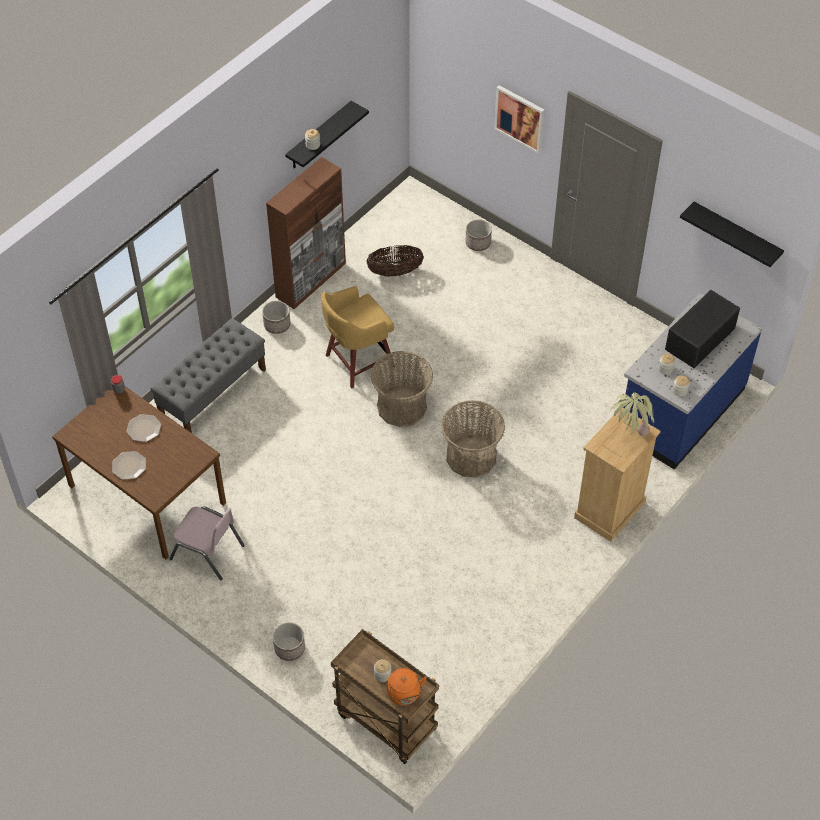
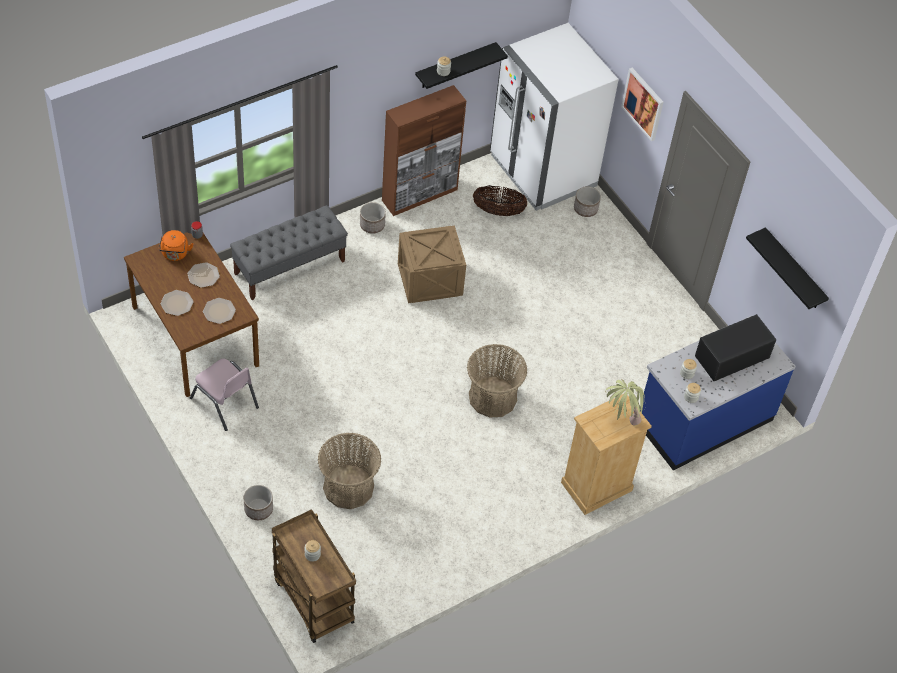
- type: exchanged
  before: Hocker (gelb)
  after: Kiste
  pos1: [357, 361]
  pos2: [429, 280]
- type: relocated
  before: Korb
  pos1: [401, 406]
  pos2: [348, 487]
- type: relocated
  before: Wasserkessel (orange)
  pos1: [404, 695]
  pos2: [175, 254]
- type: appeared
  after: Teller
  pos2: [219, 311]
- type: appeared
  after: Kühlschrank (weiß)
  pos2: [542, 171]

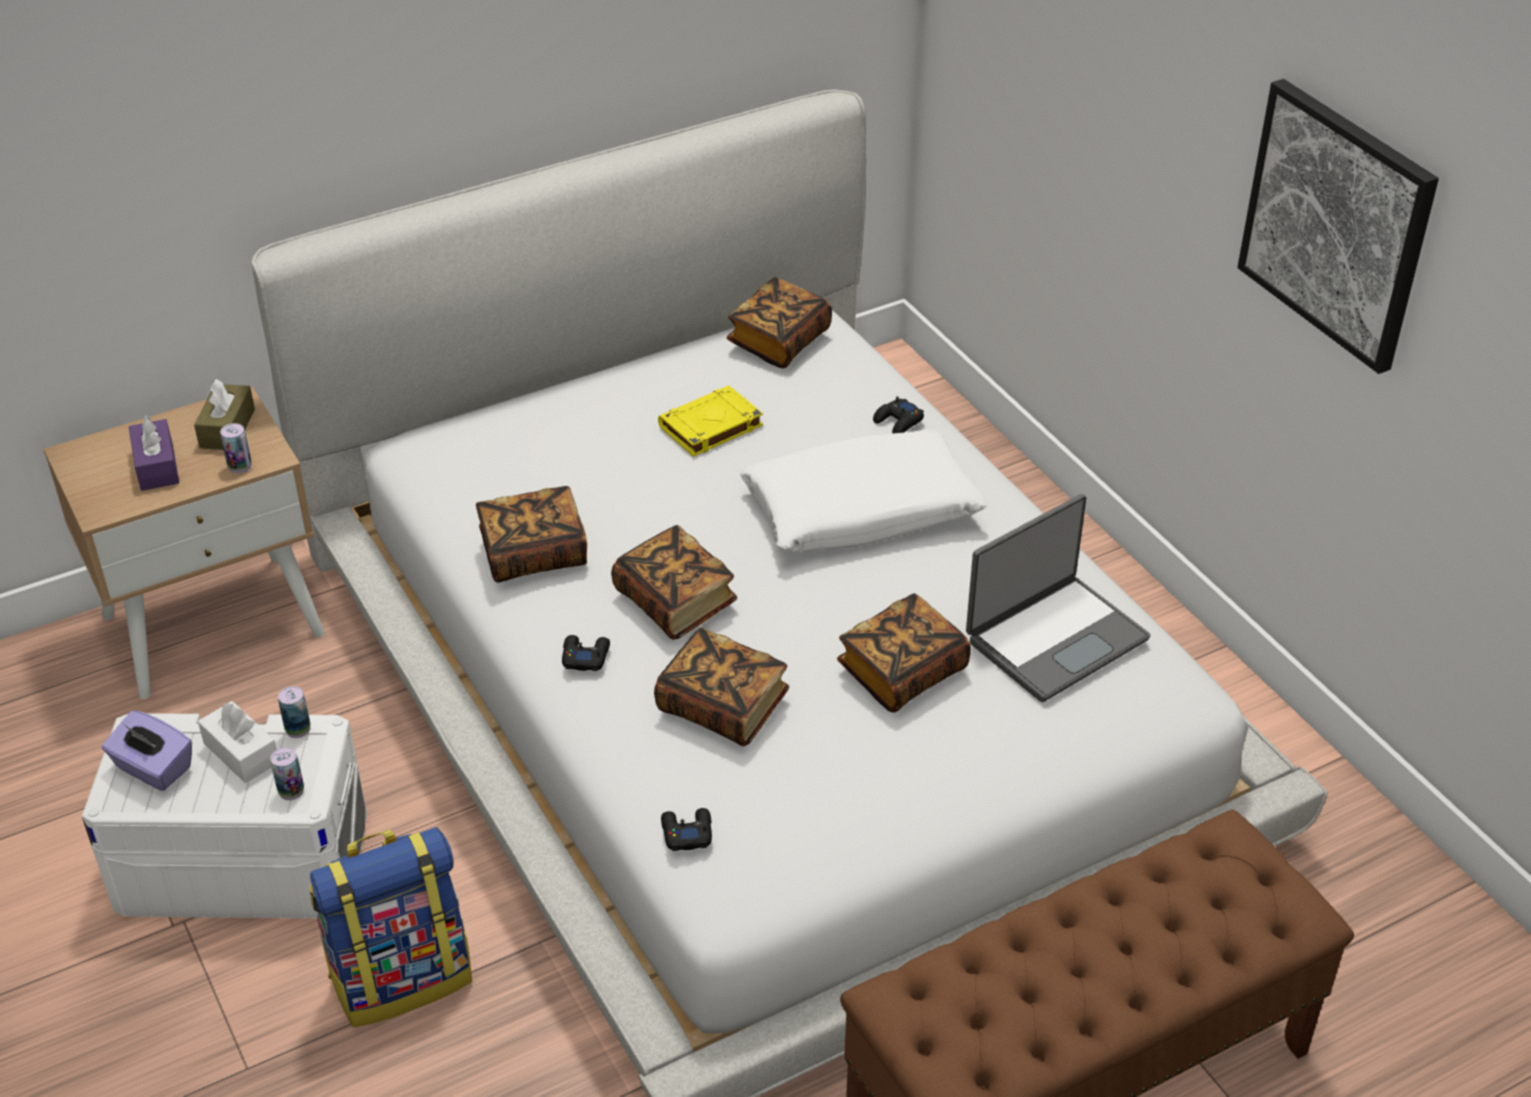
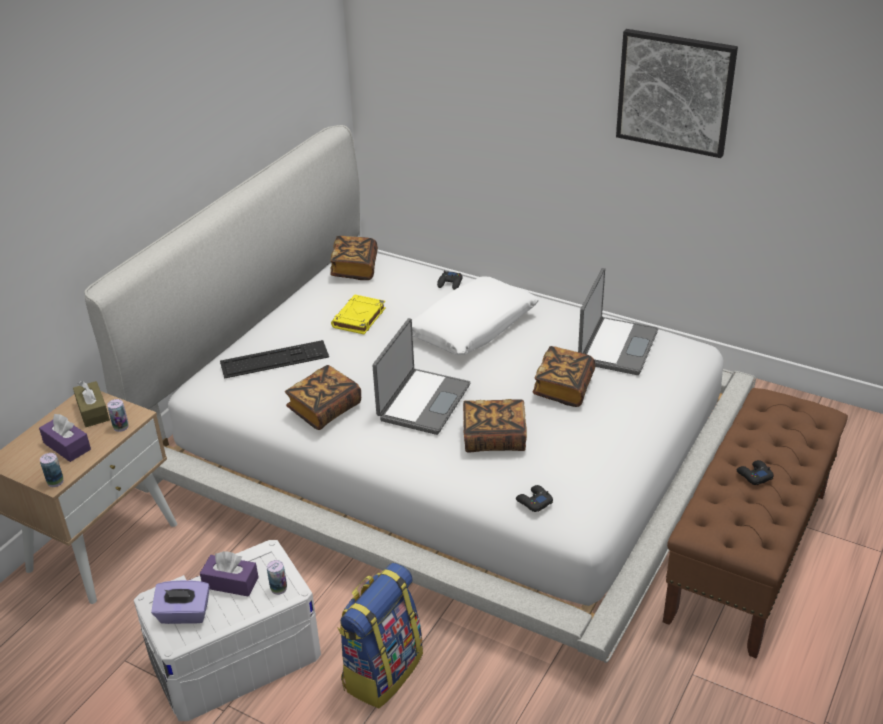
- type: colour
  before: Taschentuchbox (weiß)
  after: Taschentuchbox (lila)
  pos1: [241, 753]
  pos2: [230, 583]
- type: relocated
  before: Dose
  pos1: [298, 729]
  pos2: [55, 482]
- type: relocated
  before: Gamepad (schwarz)
  pos1: [585, 657]
  pos2: [754, 475]
- type: exchanged
  before: Buch
  after: Laptop
  pos1: [675, 602]
  pos2: [422, 402]
- type: appeared
  after: Tastatur
  pos2: [274, 359]

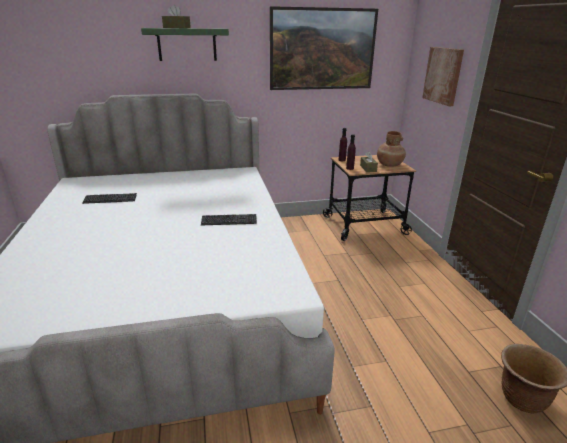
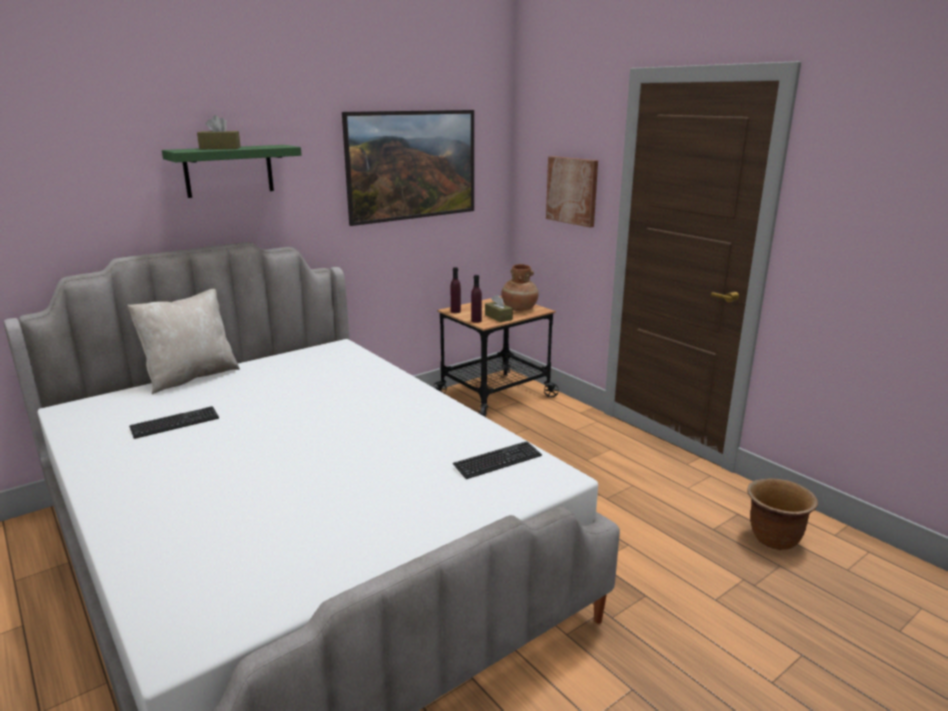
- type: relocated
  before: Tastatur
  pos1: [229, 221]
  pos2: [498, 461]
- type: appeared
  after: Kissen (beige)
  pos2: [191, 377]

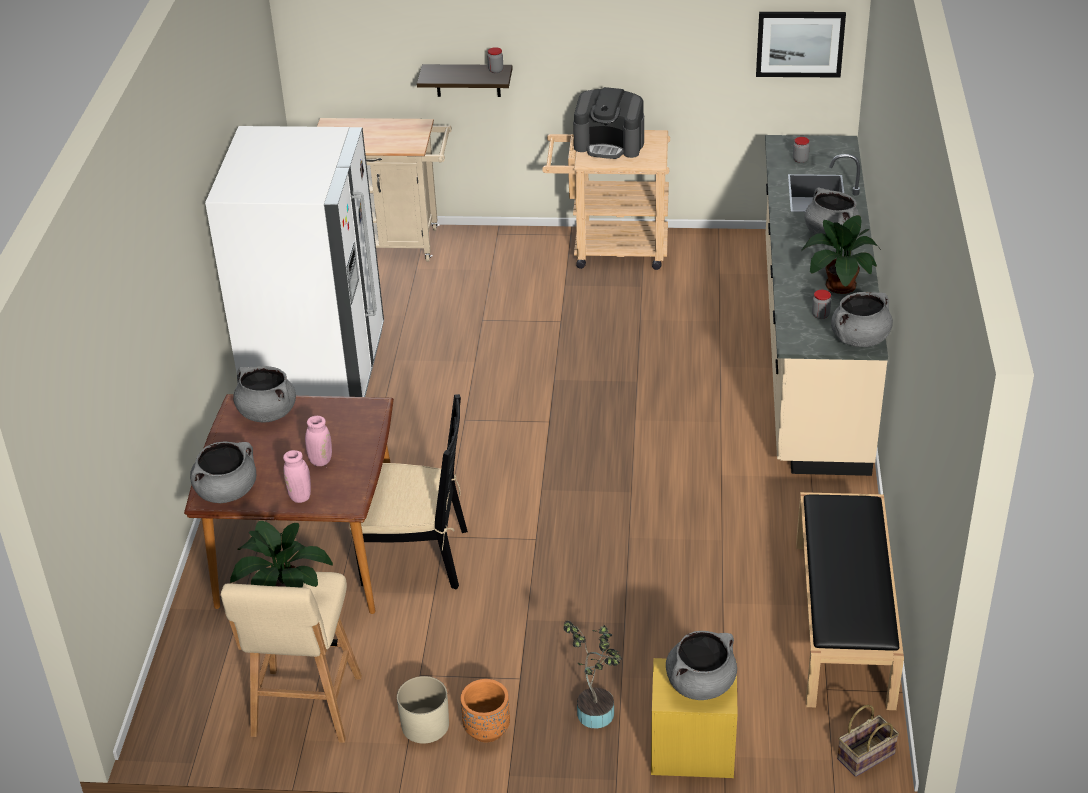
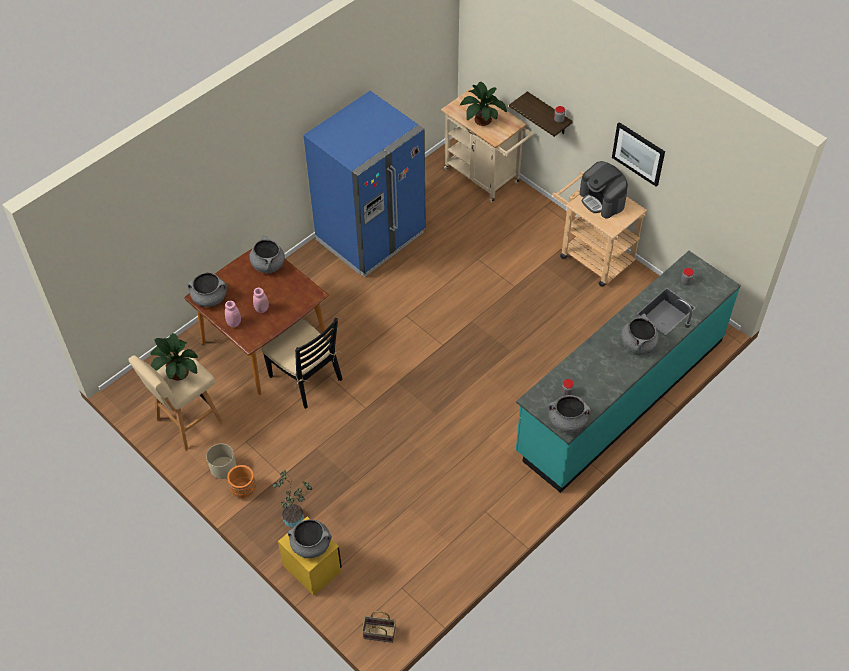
- type: colour
  before: Kühlschrank (weiß)
  after: Kühlschrank (blau)
  pos1: [316, 369]
  pos2: [371, 236]
- type: relocated
  before: Bild
  pos1: [800, 43]
  pos2: [638, 153]
- type: colour
  before: Küchenzeile (beige)
  after: Küchenzeile (türkis)
  pos1: [811, 351]
  pos2: [620, 395]
- type: missing
  before: Bank (schwarz)
  pos1: [844, 623]
- type: relocated
  before: Topfpflanze
  pos1: [838, 285]
  pos2: [481, 119]

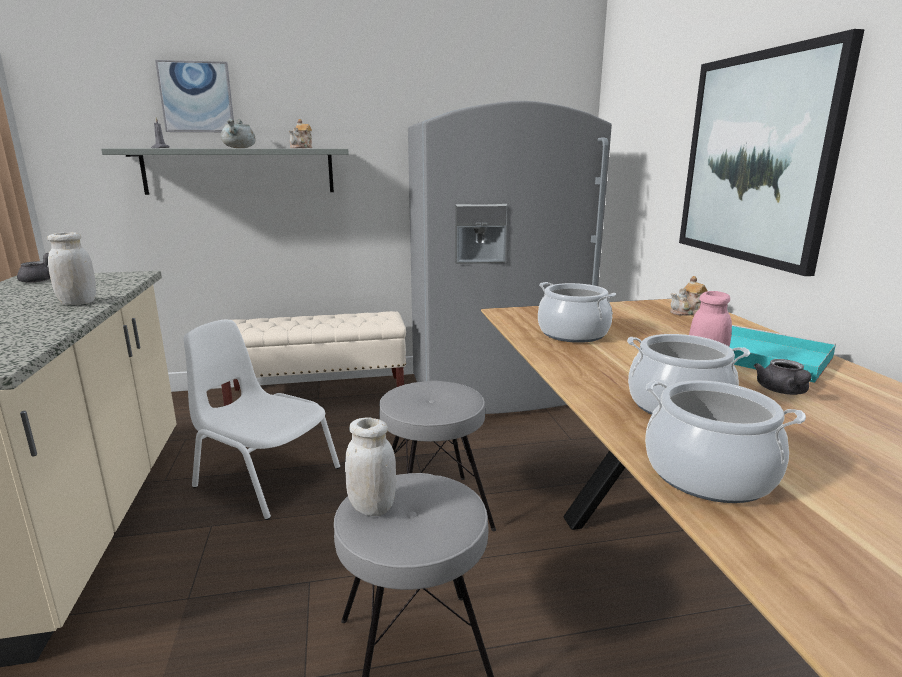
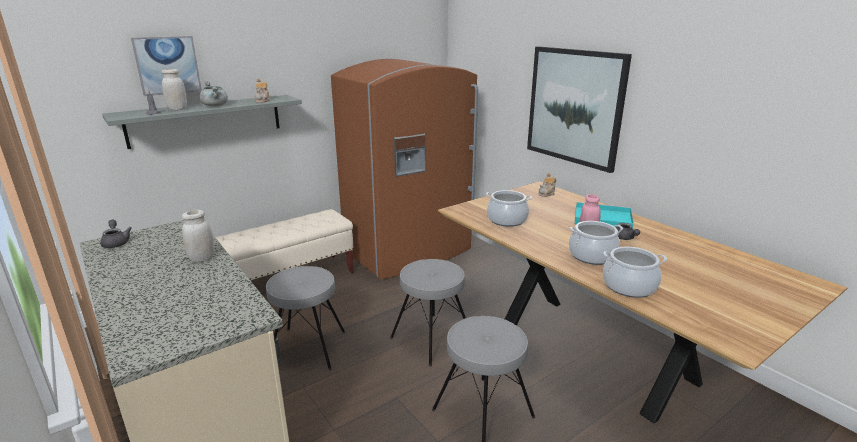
- type: exchanged
  before: Stuhl (weiß)
  after: Hocker (grau)
  pos1: [265, 477]
  pos2: [307, 348]
- type: relocated
  before: Vorratsglas (weiß)
  pos1: [372, 507]
  pos2: [177, 109]
- type: colour
  before: Kühlschrank (grau)
  after: Kühlschrank (braun)
  pos1: [497, 390]
  pos2: [409, 252]

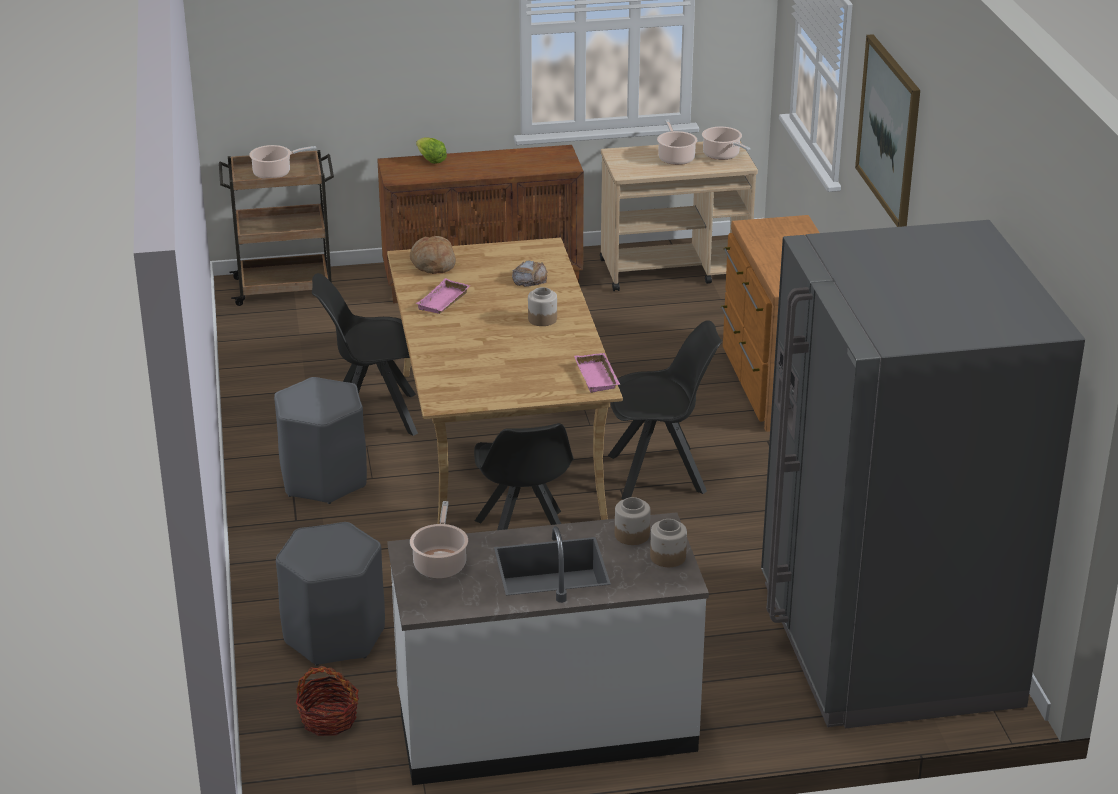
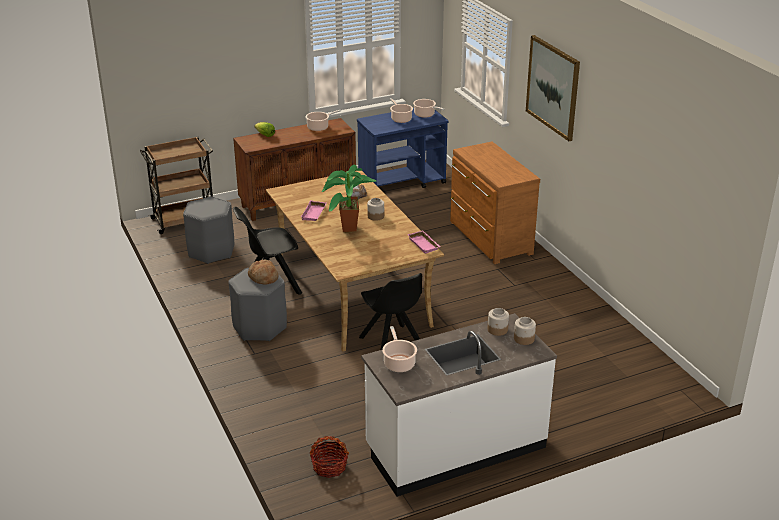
- type: relocated
  before: Kochtopf
  pos1: [274, 173]
  pos2: [319, 127]
- type: relocated
  before: Hocker (grau)
  pos1: [334, 635]
  pos2: [211, 251]
- type: relocated
  before: Brot
  pos1: [433, 264]
  pos2: [263, 277]
- type: colour
  before: Rollwagen (beige)
  after: Rollwagen (blau)
  pos1: [675, 270]
  pos2: [402, 182]
- type: missing
  before: Stuhl (schwarz)
  pos1: [660, 474]
- type: missing
  before: Kühlschrank (grau)
  pos1: [888, 644]
- type: appeared
  after: Topfpflanze
  pos2: [347, 230]

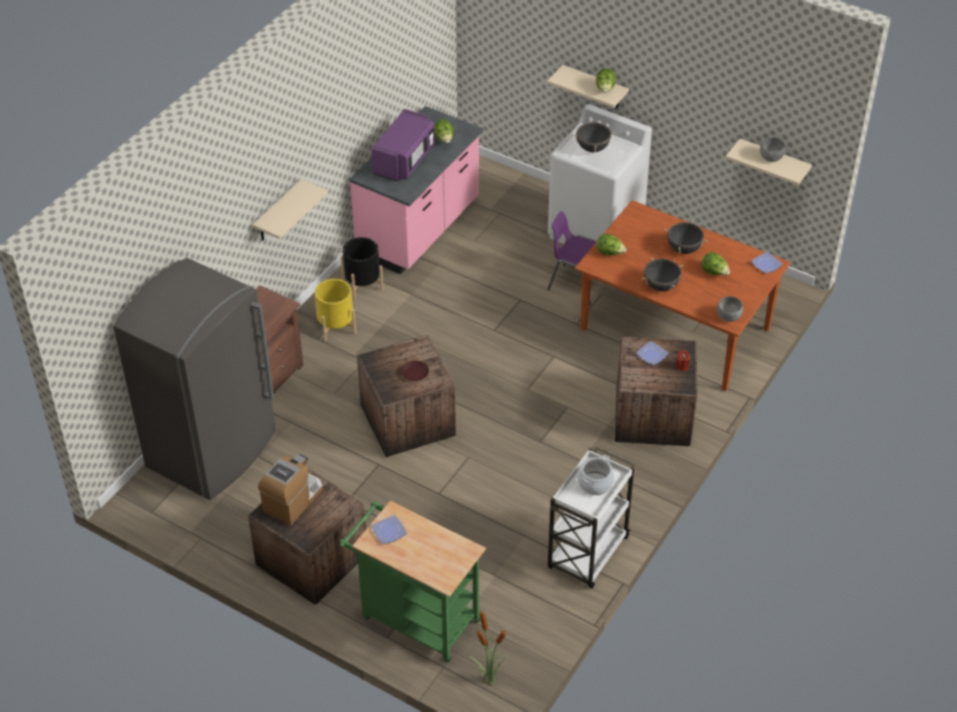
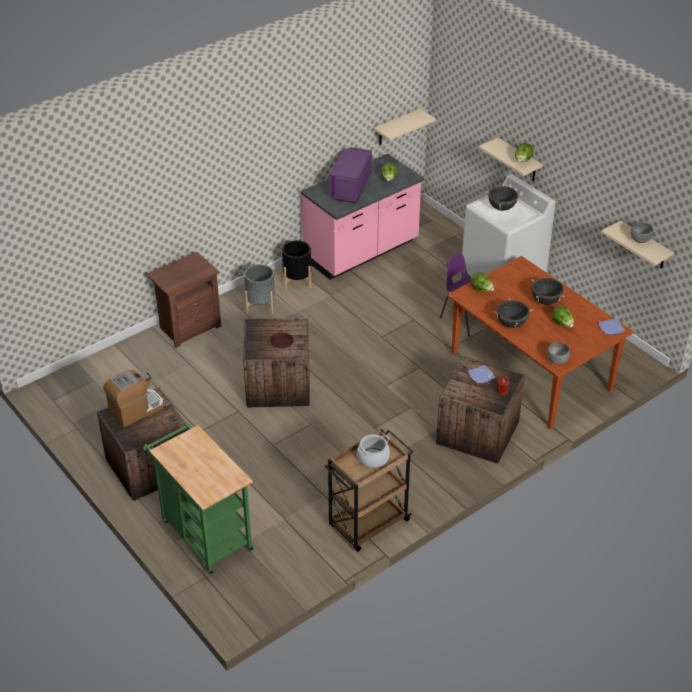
- type: missing
  before: Kühlschrank (grau)
  pos1: [213, 450]
- type: relocated
  before: Wandregal (beige)
  pos1: [278, 212]
  pos2: [396, 127]
- type: colour
  before: Pflanzkübel (gelb)
  after: Pflanzkübel (grau)
  pos1: [336, 326]
  pos2: [261, 305]
- type: missing
  before: Teller
  pos1: [388, 531]
- type: spun
  before: Mikrowelle (lila)
  pos1: [405, 160]
  pos2: [350, 187]
  turn: 150
- type: missing
  before: Topfpflanze
  pos1: [489, 679]
- type: colour
  before: Rollwagen (weiß)
  after: Rollwagen (braun)
  pos1: [587, 554]
  pos2: [368, 524]

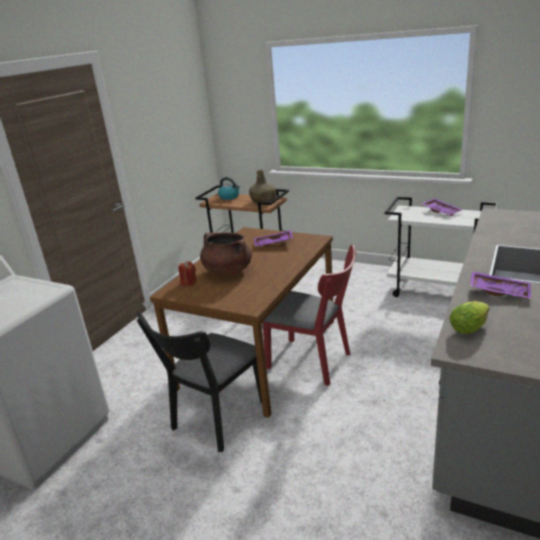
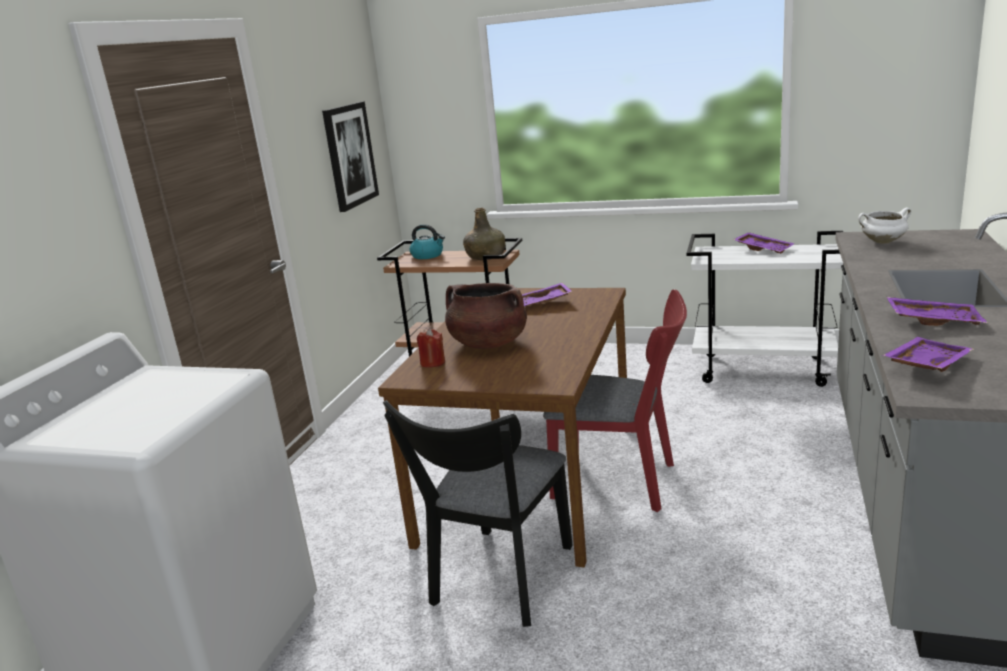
- type: exchanged
  before: Salatkopf
  after: Tablett (lila)
  pos1: [470, 327]
  pos2: [925, 364]
- type: appeared
  after: Bild
  pos2: [349, 155]
- type: appeared
  after: Kochtopf (weiß)
  pos2: [882, 242]

